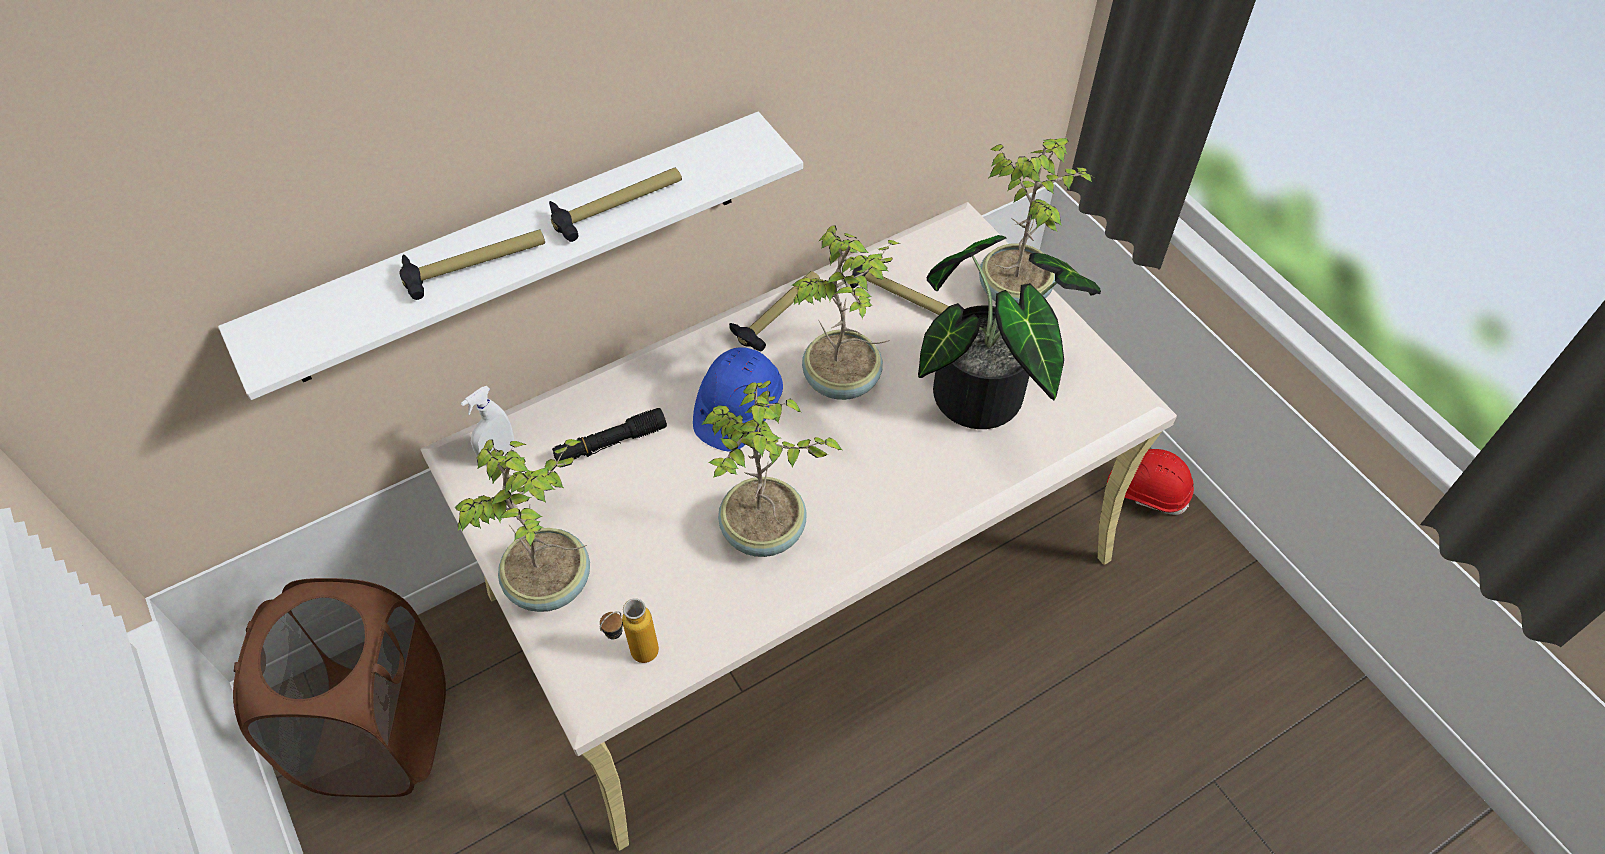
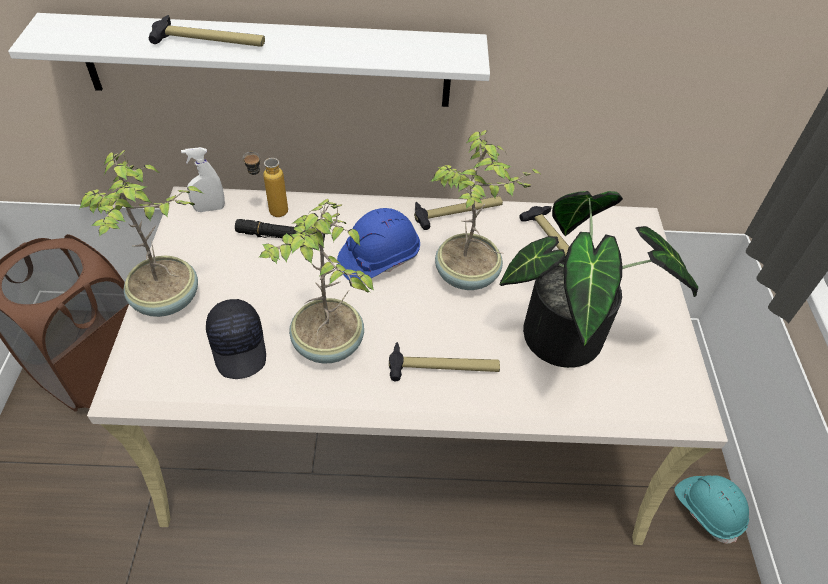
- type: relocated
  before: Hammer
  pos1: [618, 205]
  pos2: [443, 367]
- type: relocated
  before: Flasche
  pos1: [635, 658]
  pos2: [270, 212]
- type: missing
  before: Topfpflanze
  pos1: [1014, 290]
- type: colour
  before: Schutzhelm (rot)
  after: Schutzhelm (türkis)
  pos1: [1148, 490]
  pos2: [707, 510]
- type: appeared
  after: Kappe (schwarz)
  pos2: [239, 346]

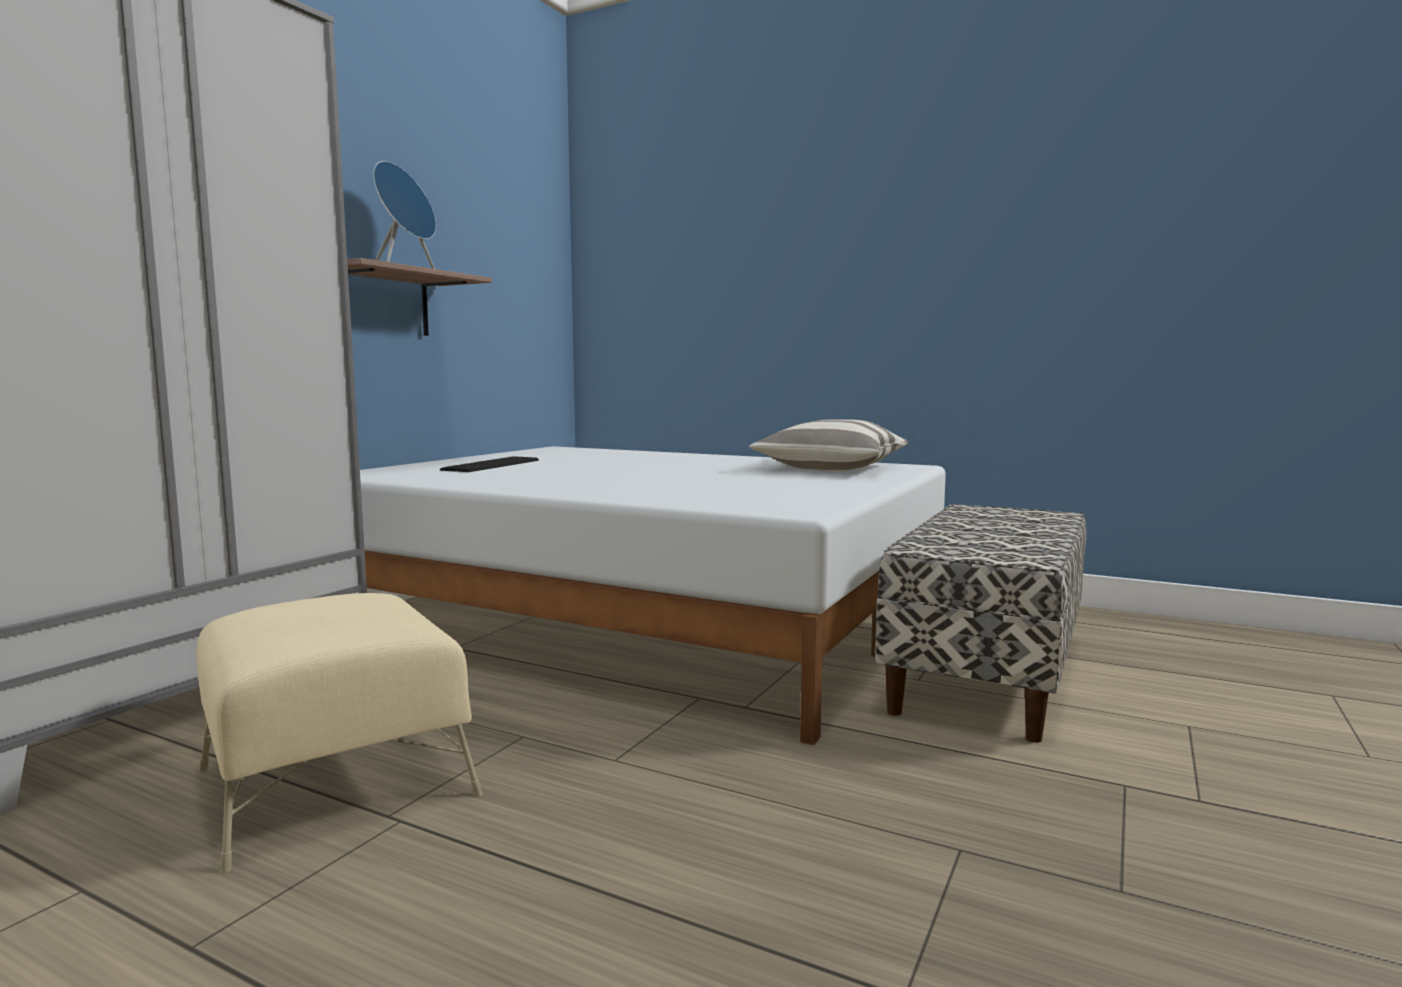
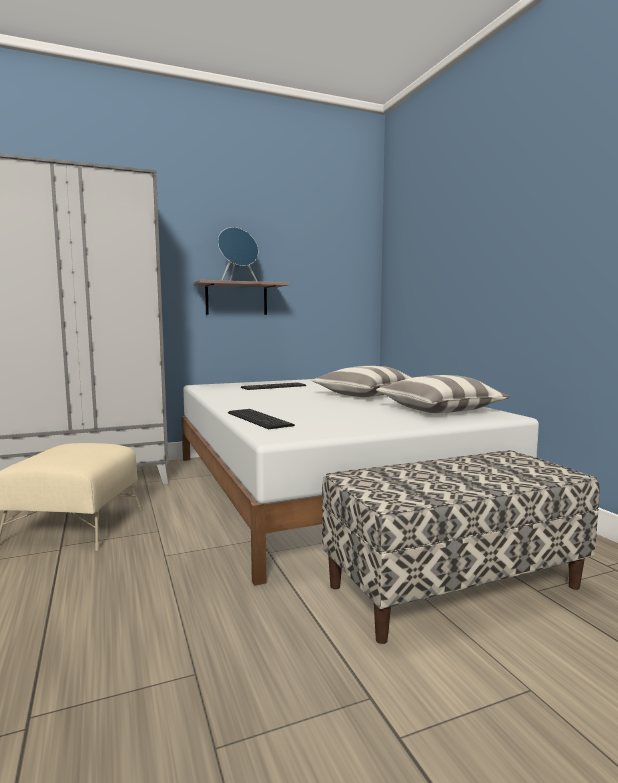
- type: appeared
  after: Tastatur
  pos2: [260, 418]
- type: appeared
  after: Kissen
  pos2: [365, 395]

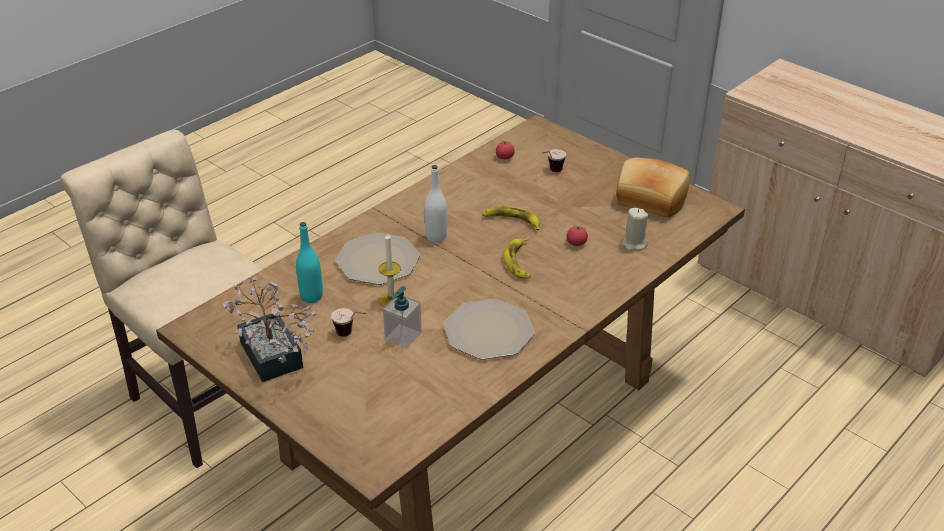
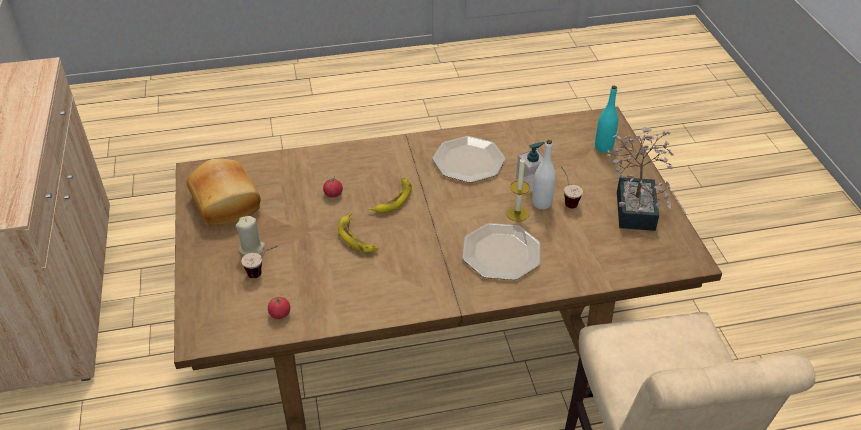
- type: relocated
  before: Flasche (türkis)
  pos1: [311, 296]
  pos2: [603, 147]
- type: relocated
  before: Flasche (weiß)
  pos1: [436, 237]
  pos2: [541, 203]
- type: relocated
  before: Kerze (beige)
  pos1: [634, 244]
  pos2: [252, 248]

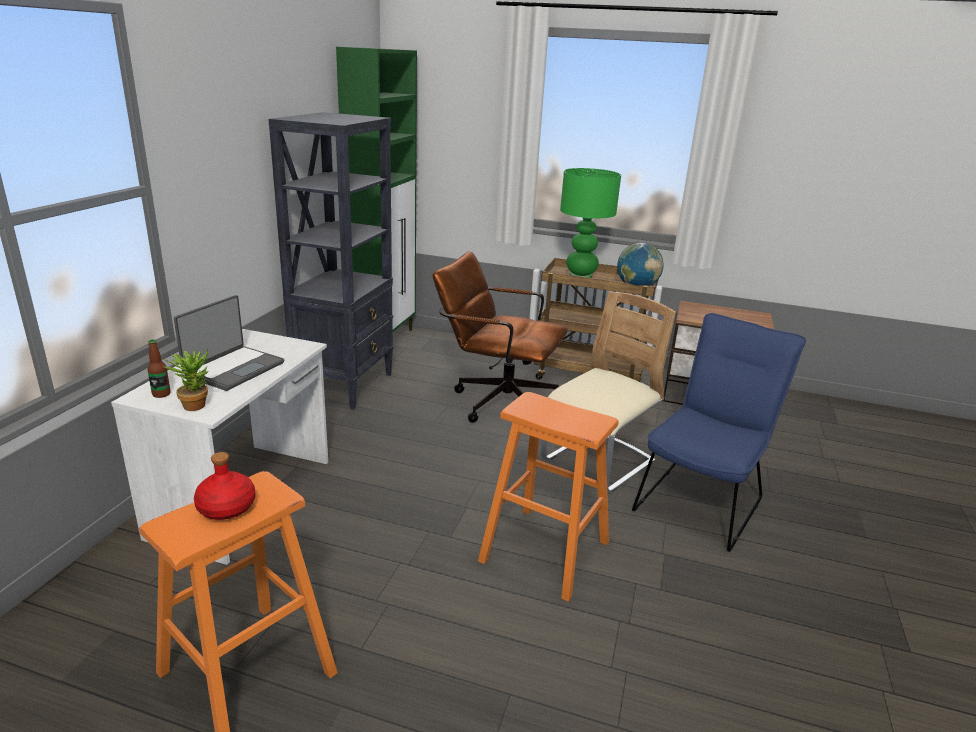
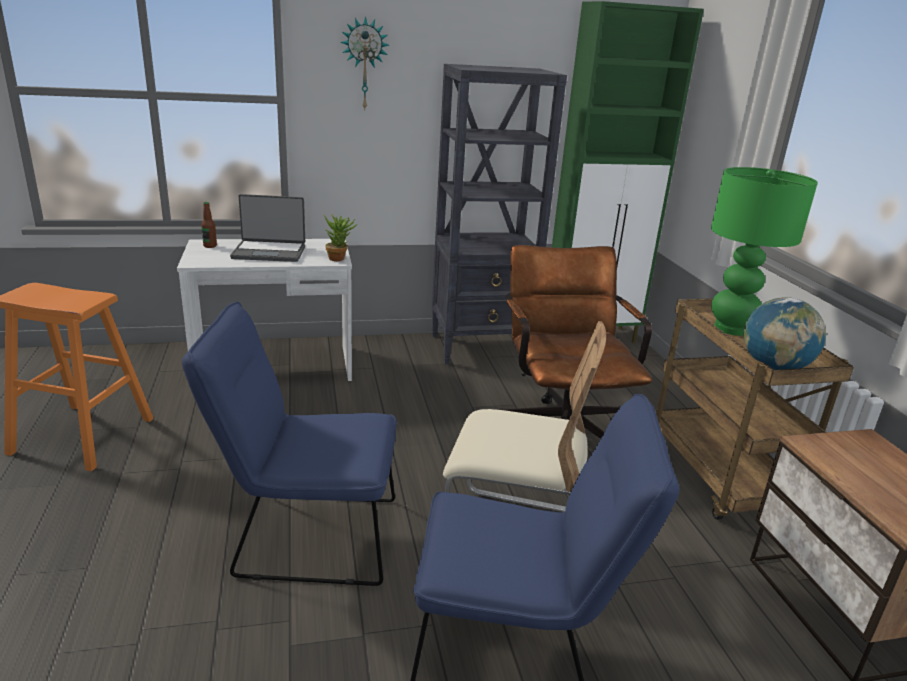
- type: relocated
  before: Topfpflanze
  pos1: [195, 404]
  pos2: [339, 258]
- type: missing
  before: Flasche (rot)
  pos1: [227, 507]
- type: exchanged
  before: Hocker (orange)
  after: Stuhl (blau)
  pos1: [544, 551]
  pos2: [305, 536]
- type: appeared
  after: Wanduhr
  pos2: [364, 64]

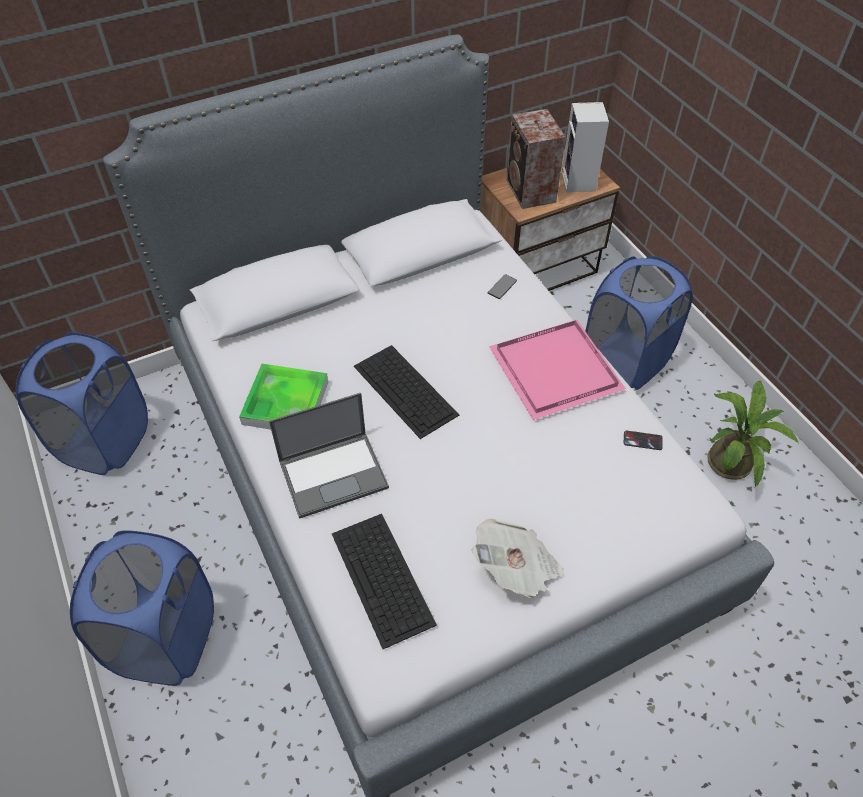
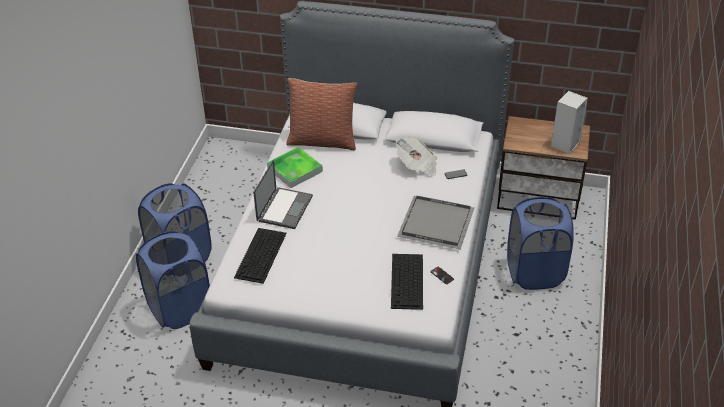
- type: relocated
  before: Wäschekorb (blau)
  pos1: [105, 441]
  pos2: [180, 308]
- type: spun
  before: Laptop
  pos1: [334, 473]
  pos2: [284, 208]
  turn: -90
- type: relocated
  before: Tastatur
  pos1: [406, 390]
  pos2: [407, 281]
- type: relocated
  before: Zeitung
  pos1: [516, 569]
  pos2: [417, 165]
- type: colour
  before: Tablett (rosa)
  after: Tablett (grau)
  pos1: [554, 372]
  pos2: [434, 224]
- type: missing
  before: Lautsprecher
  pos1: [530, 192]
- type: missing
  before: Topfpflanze
  pos1: [731, 460]
- type: appeared
  after: Kissen
  pos2: [322, 140]

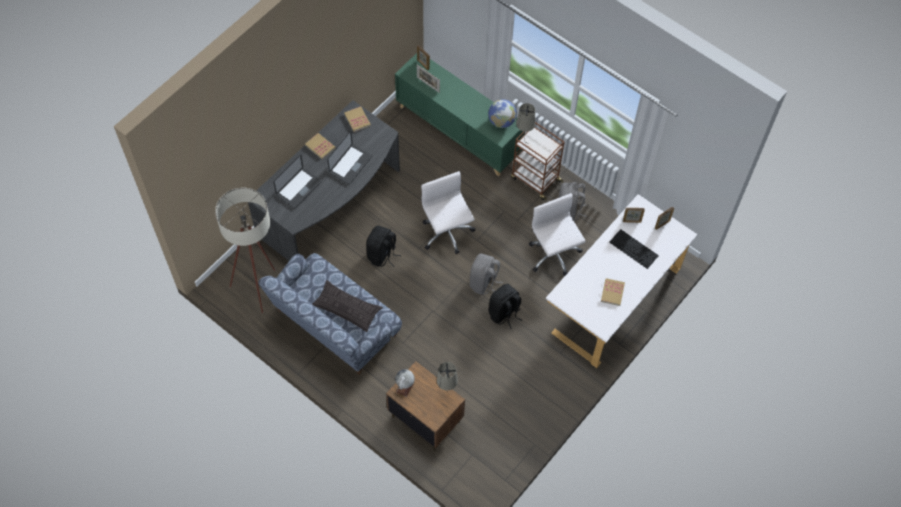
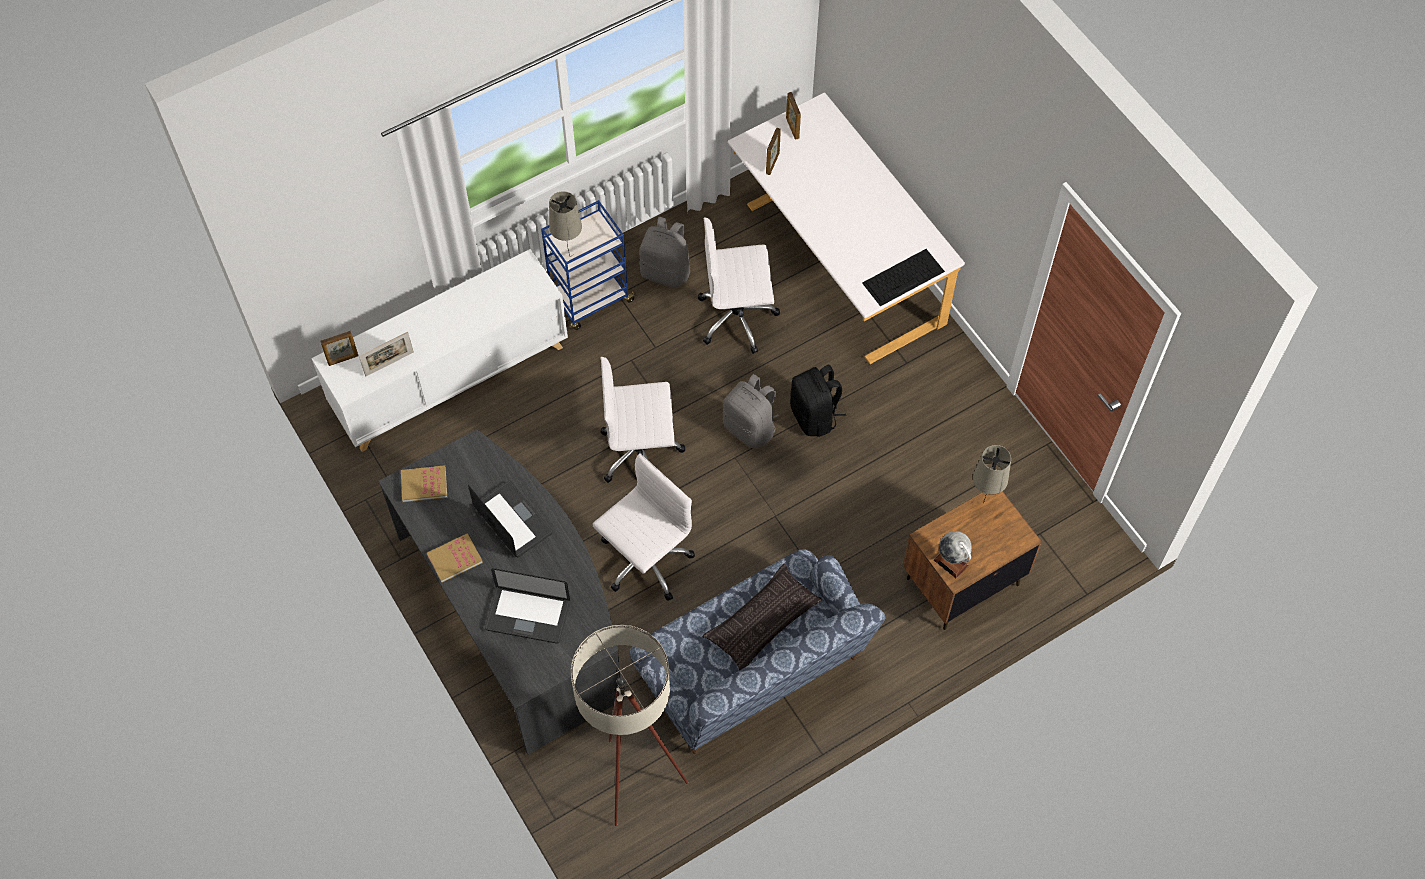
- type: spun
  before: Laptop
  pos1: [299, 188]
  pos2: [527, 616]
  turn: 135
- type: exchanged
  before: Rucksack (schwarz)
  after: Bürostuhl (weiß)
  pos1: [382, 255]
  pos2: [644, 561]
- type: colour
  before: Schrank (grün)
  after: Schrank (weiß)
  pos1: [458, 131]
  pos2: [451, 378]
- type: missing
  before: Globus
  pos1: [501, 121]
- type: colour
  before: Rollwagen (braun)
  after: Rollwagen (blau)
  pos1: [535, 179]
  pos2: [590, 299]
- type: missing
  before: Buch
  pos1: [612, 292]
- type: relocated
  before: Tastatur
  pos1: [634, 249]
  pos2: [903, 276]

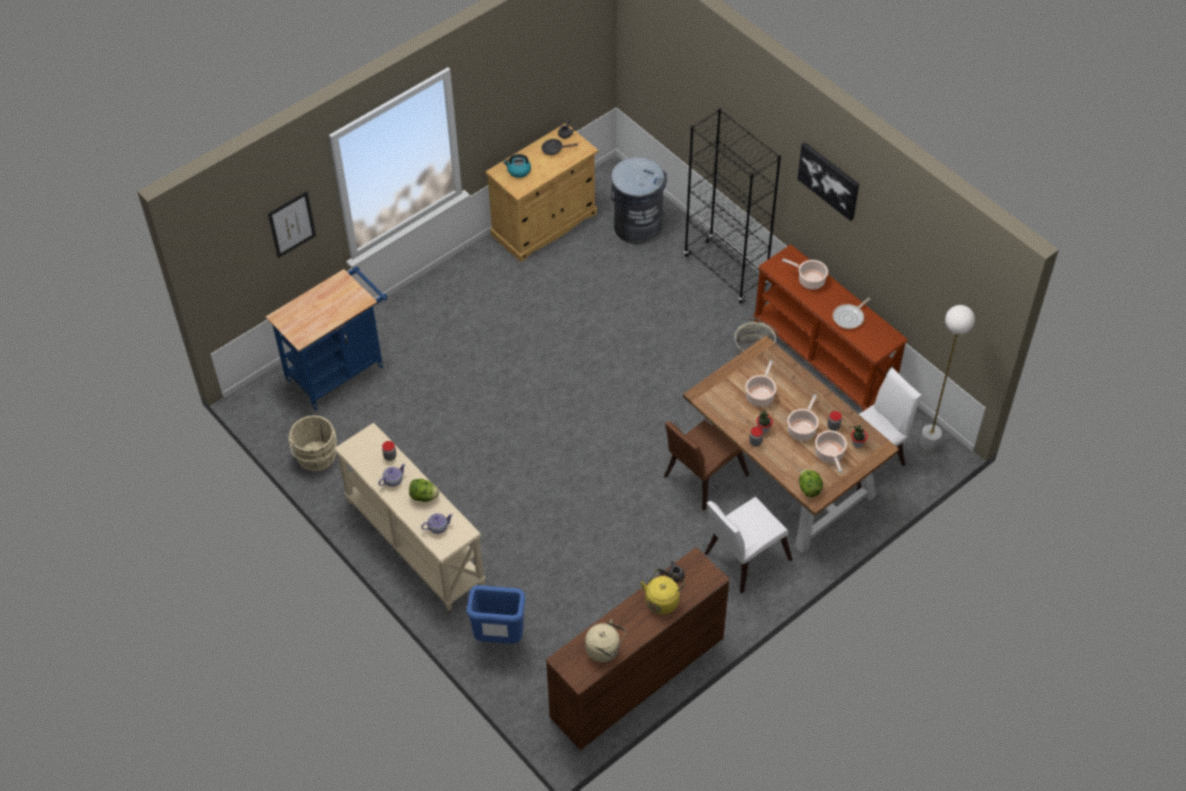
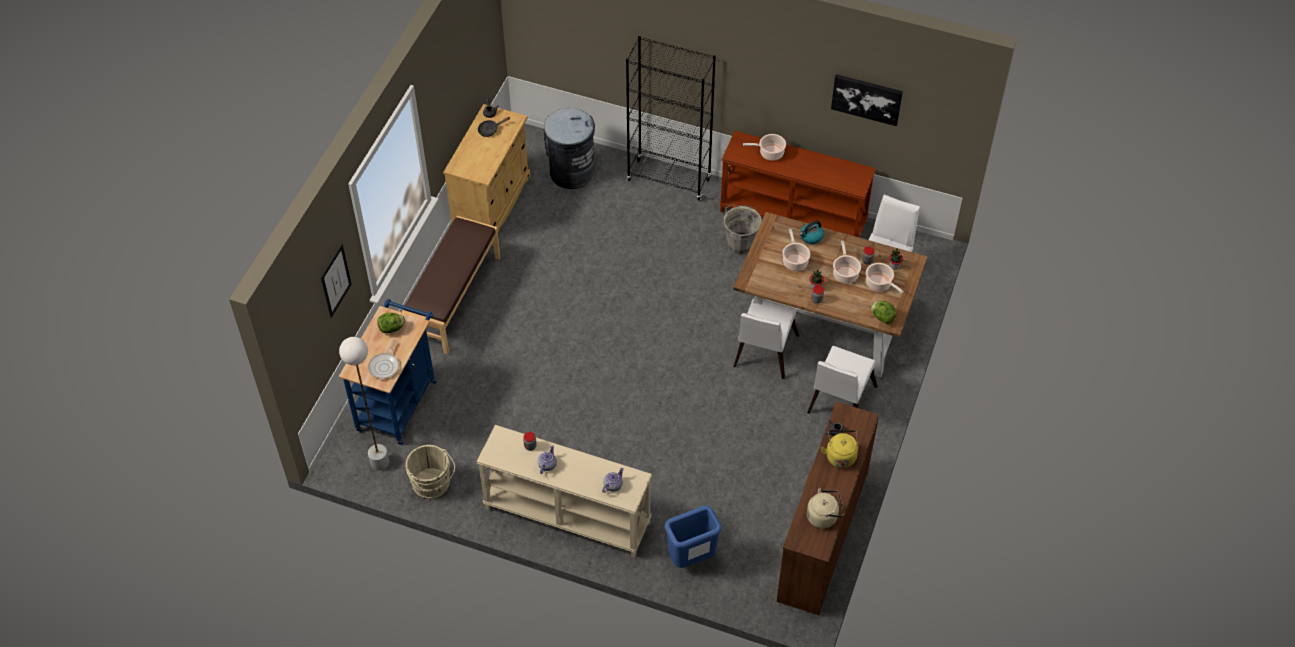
- type: relocated
  before: Salatkopf
  pos1: [424, 496]
  pos2: [392, 328]
- type: relocated
  before: Wasserkessel
  pos1: [518, 171]
  pos2: [811, 237]
- type: colour
  before: Stuhl (braun)
  after: Stuhl (weiß)
  pos1: [701, 478]
  pos2: [763, 354]
- type: relocated
  before: Bild
  pos1: [829, 180]
  pos2: [867, 98]
- type: relocated
  before: Pfanne
  pos1: [849, 317]
  pos2: [385, 366]
- type: relocated
  before: Stehlampe (weiß)
  pos1: [929, 444]
  pos2: [379, 462]
- type: appeared
  after: Bank (braun)
  pos2: [453, 298]

